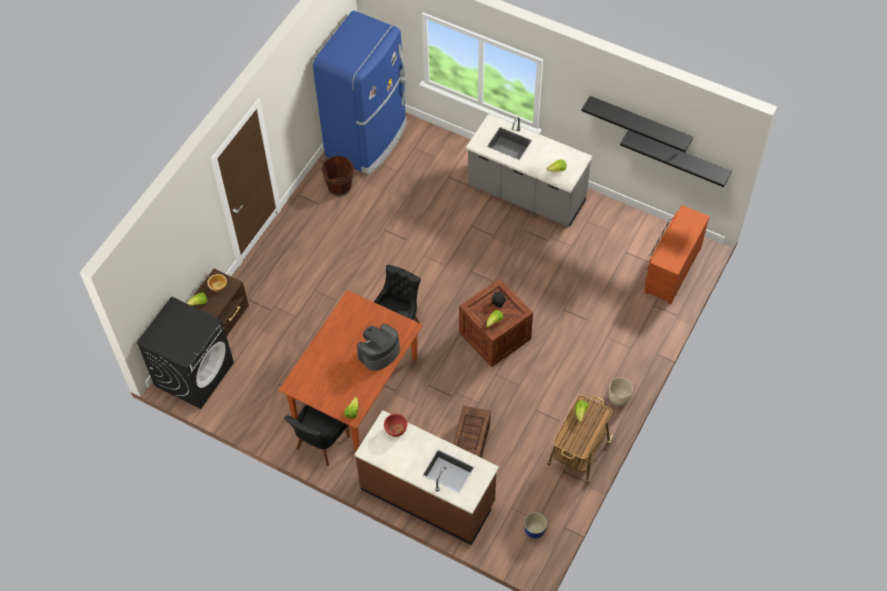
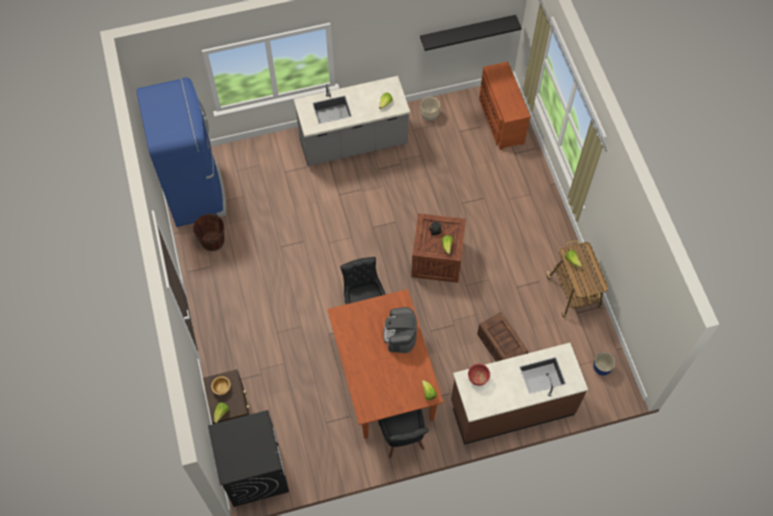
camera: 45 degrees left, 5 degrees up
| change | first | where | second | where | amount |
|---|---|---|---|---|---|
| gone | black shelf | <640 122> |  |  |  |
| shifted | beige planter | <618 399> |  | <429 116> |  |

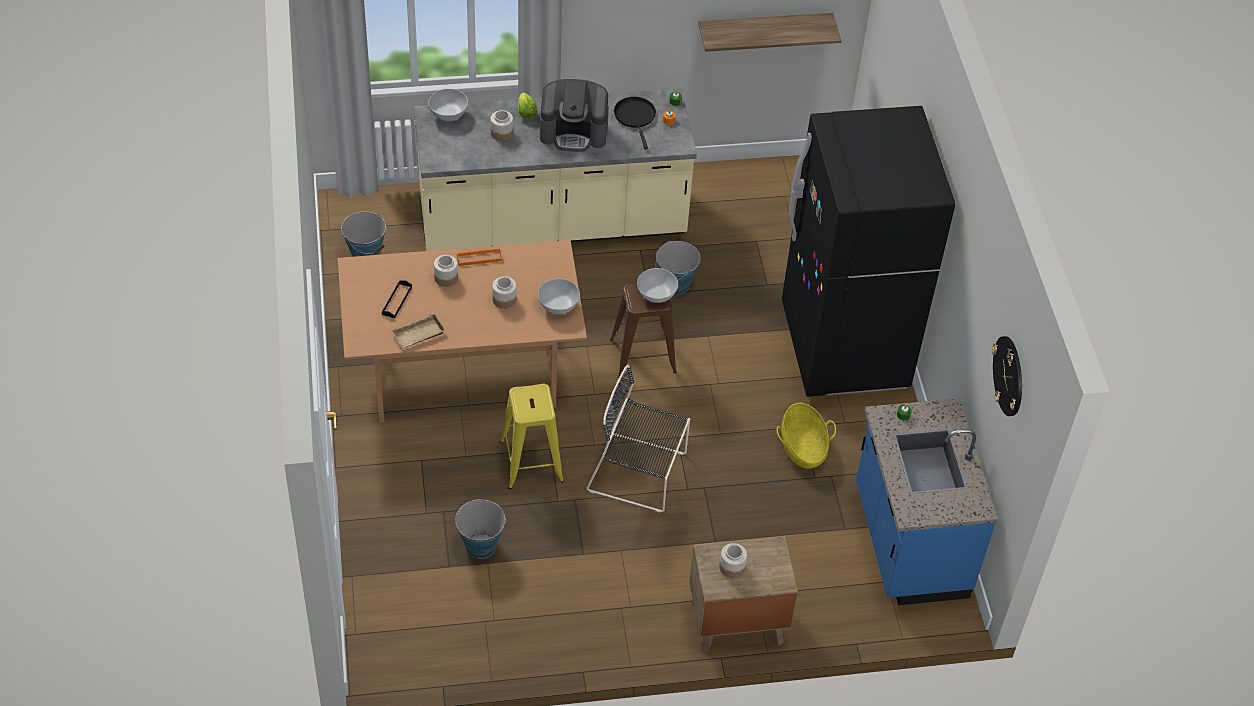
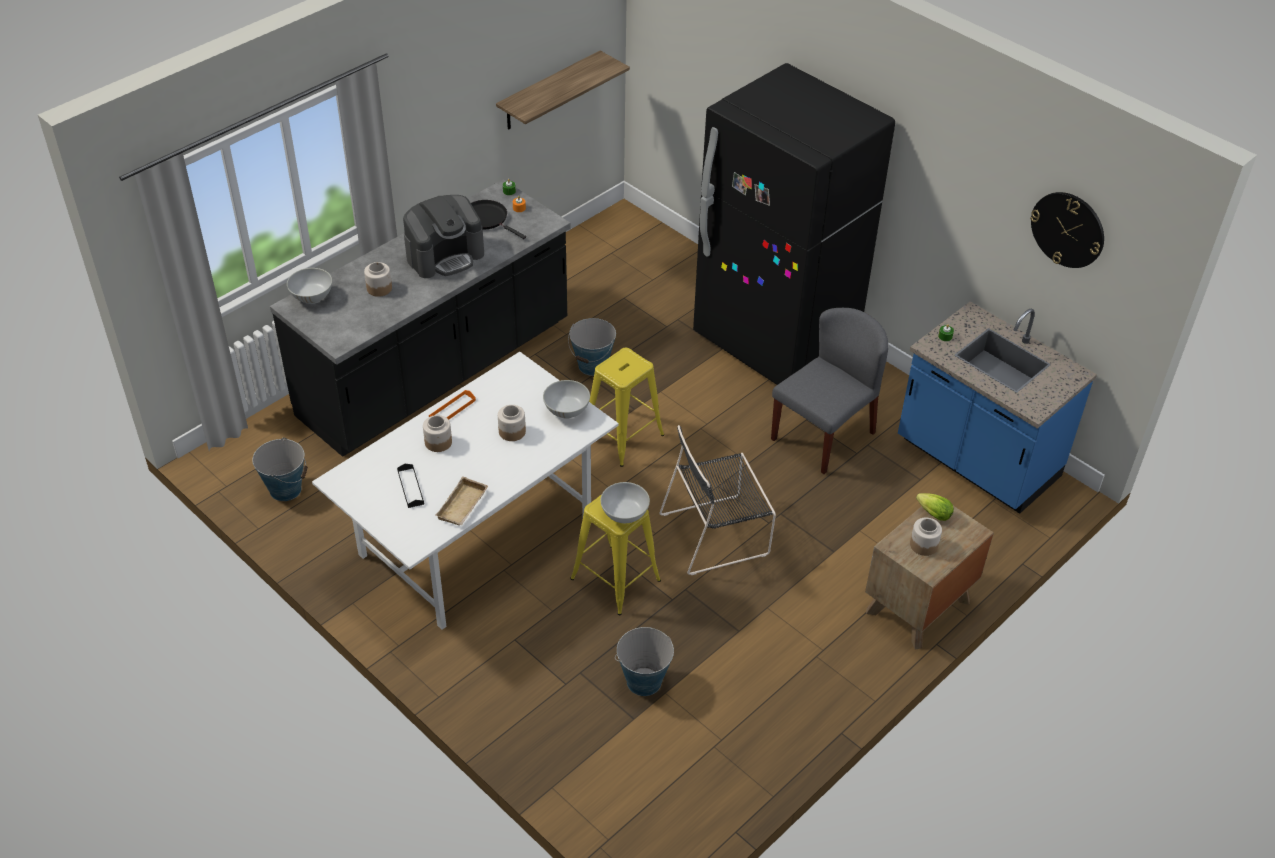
camera: 35 degrees left, 5 degrees down
| change | first | where | second | where | amount |
|---|---|---|---|---|---|
| shifted | lettuce | <526 111> |  | <932 513> |  |
| shifted | white bowl | <656 295> |  | <625 514> |  |
| swapped | basket | <803 447> | grey chair | <823 435> |  |
| repainted | brown dining table | <464 369> | white dining table | <476 536> |  |
| repainted | beige counter | <552 223> | black counter | <436 371> |  |
| repainted | brown stool | <643 356> | yellow stool | <623 437> |  |

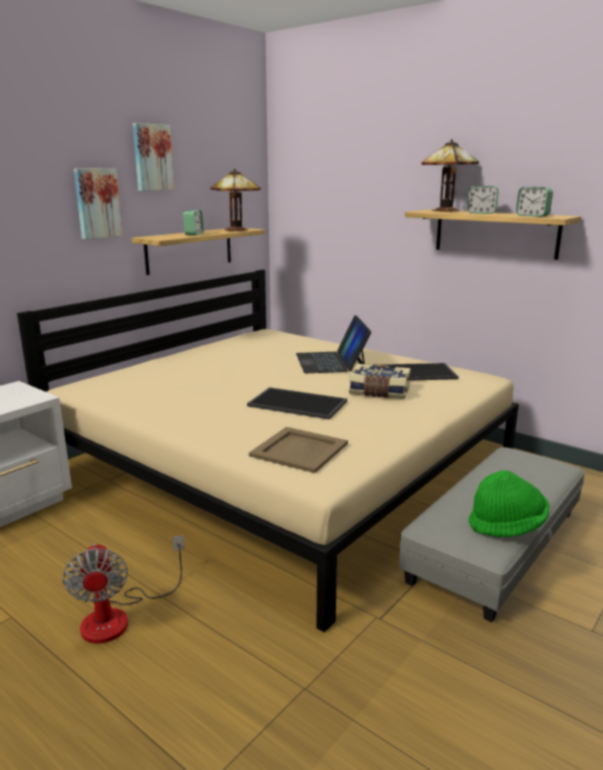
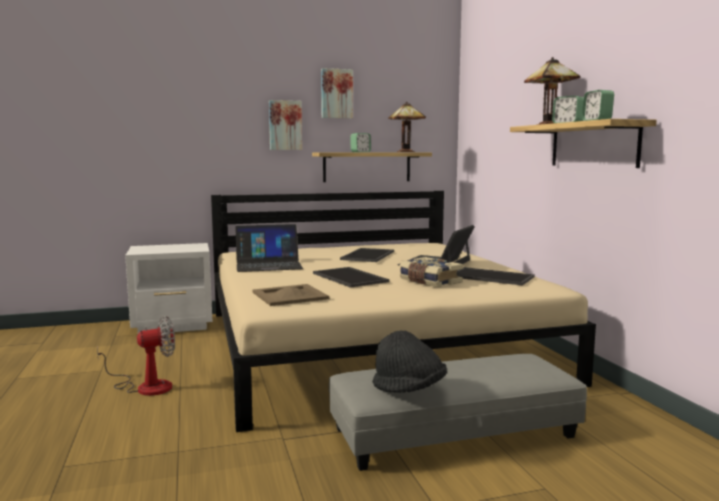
camera: 35 degrees right, 10 degrees down
| change | first | where | second | where | amount |
|---|---|---|---|---|---|
| new |  |  | laptop | <268 265> |  |
| new |  |  | tray | <369 255> |  |
| repainted | green hat | <507 525> | black hat | <409 389> |  |
| rotated | fan | <119 616> |  | <145 386> | 135 degrees counterclockwise |

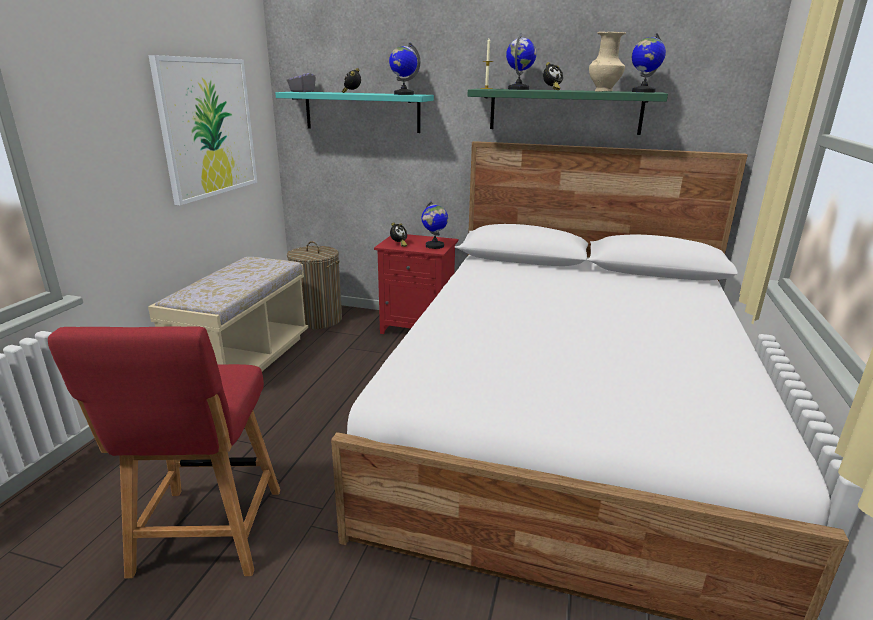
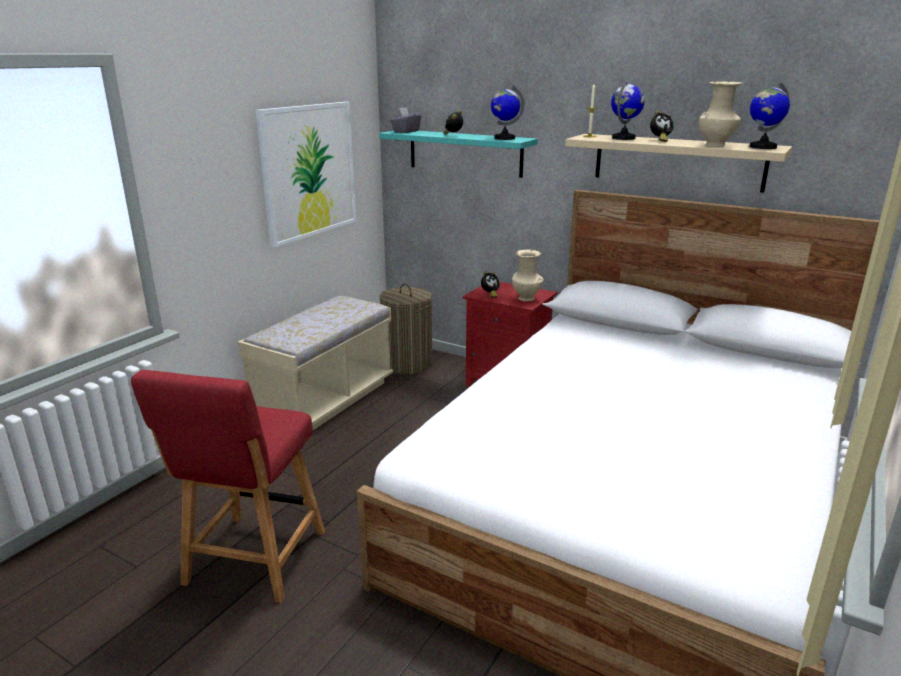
camera: 15 degrees right, 0 degrees up
| change | first | where | second | where | amount |
|---|---|---|---|---|---|
| swapped | globe | <434 246> | beige vase | <527 299> |  |
| repainted | green shelf | <564 111> | beige shelf | <678 162> |  |

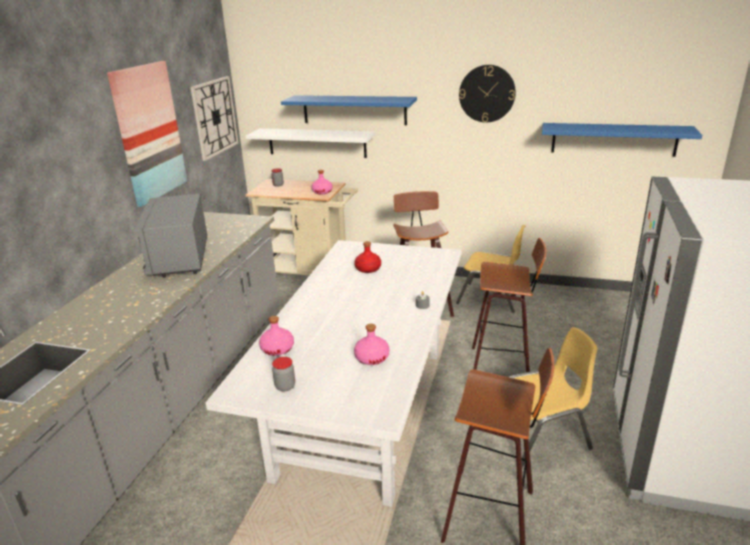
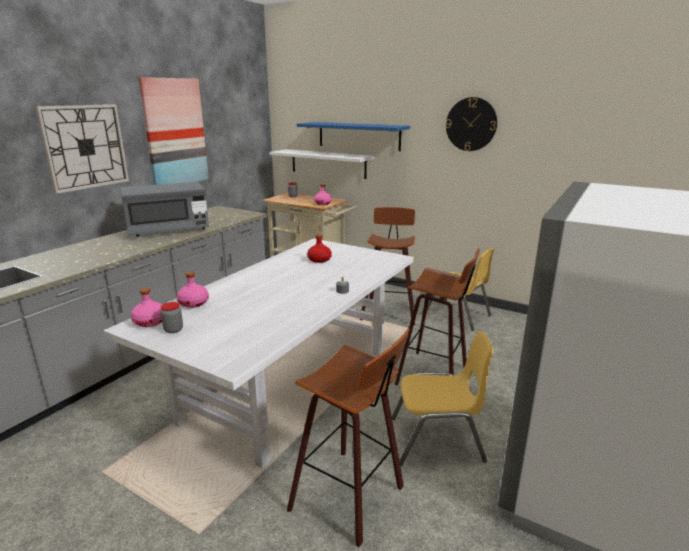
camera: 15 degrees right, 5 degrees down
| change | first | where | second | where | amount |
|---|---|---|---|---|---|
| gone | blue shelf | <613 139> |  |  |  |
| shifted | wall clock | <214 117> |  | <85 147> |  |
| shifted | pink bottle | <371 358> |  | <150 322> |  |
| rotated | grey microwave | <179 258> |  | <168 230> | 120 degrees counterclockwise |

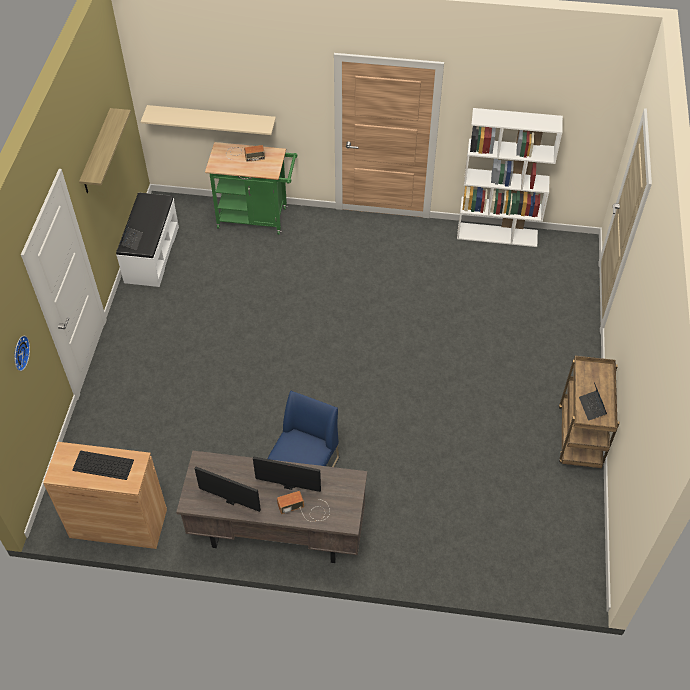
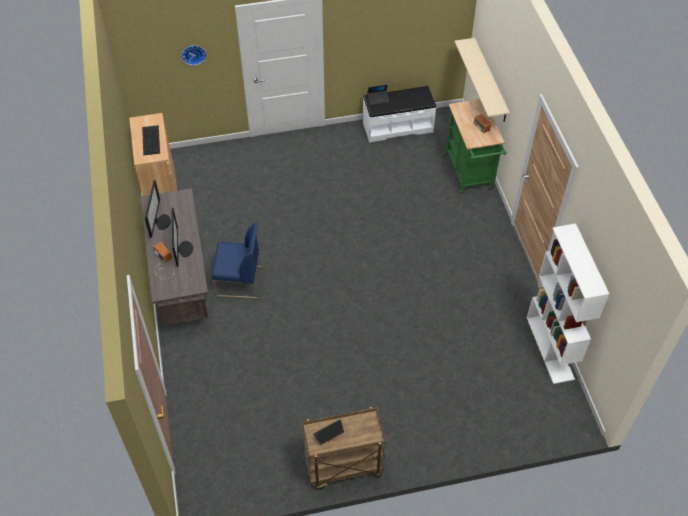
camera: 70 degrees right, 0 degrees up
| change | first | where | second | where | amount |
|---|---|---|---|---|---|
| gone | shelf | <97 152> |  |  |  |

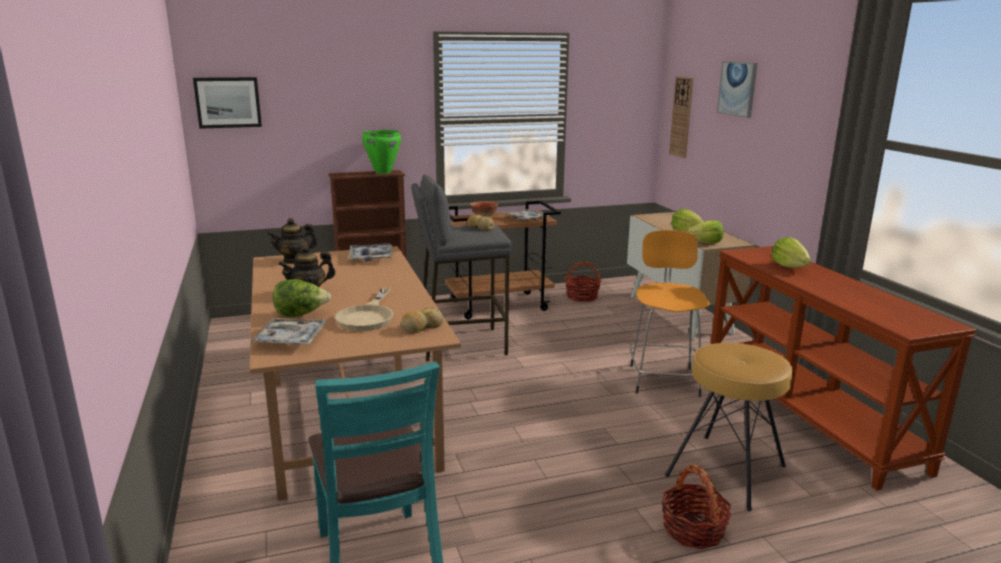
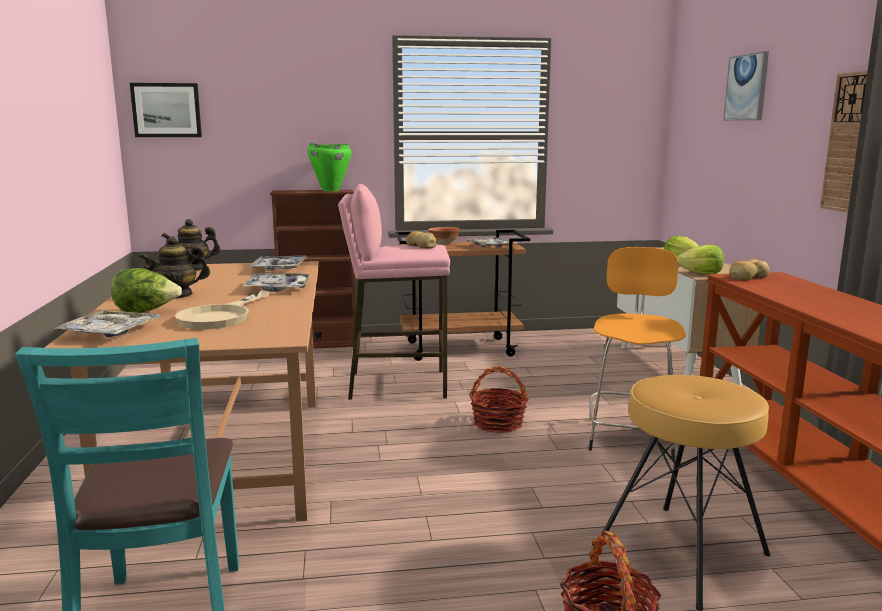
camera: 10 degrees right, 5 degrees down
| change | first | where | second | where | amount |
|---|---|---|---|---|---|
| gone | lettuce | <789 266> |  |  |  |
| new |  |  | tray | <278 288> |  |
| shifted | bread | <421 327> |  | <747 277> |  |
| shifted | basket | <582 297> |  | <498 423> |  |
| shifted | wall clock | <681 117> |  | <848 143> |  |
| repainted | grey stool | <461 344> | pink stool | <397 385> |  |

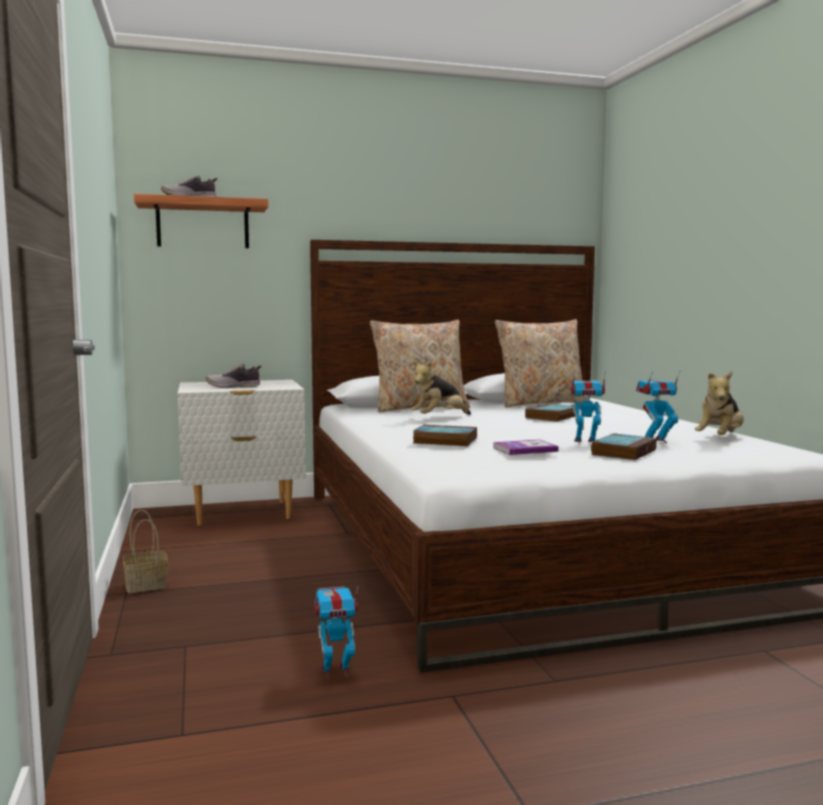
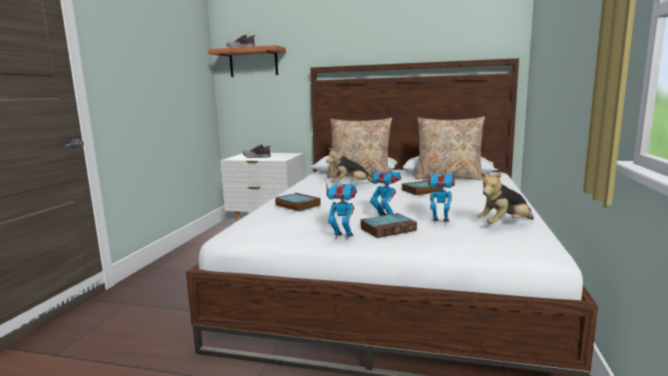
camera: 30 degrees right, 5 degrees up
| change | first | where | second | where | amount |
|---|---|---|---|---|---|
| gone | basket | <144 586> |  |  |  |
| gone | book | <524 449> |  |  |  |
| shifted | toy robot | <335 672> |  | <343 236> |  |

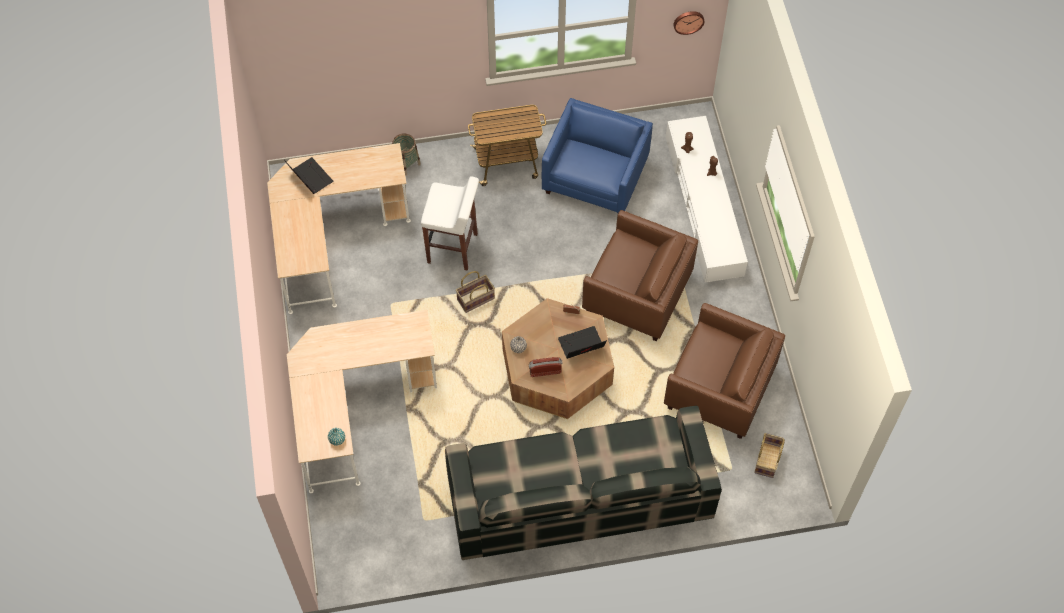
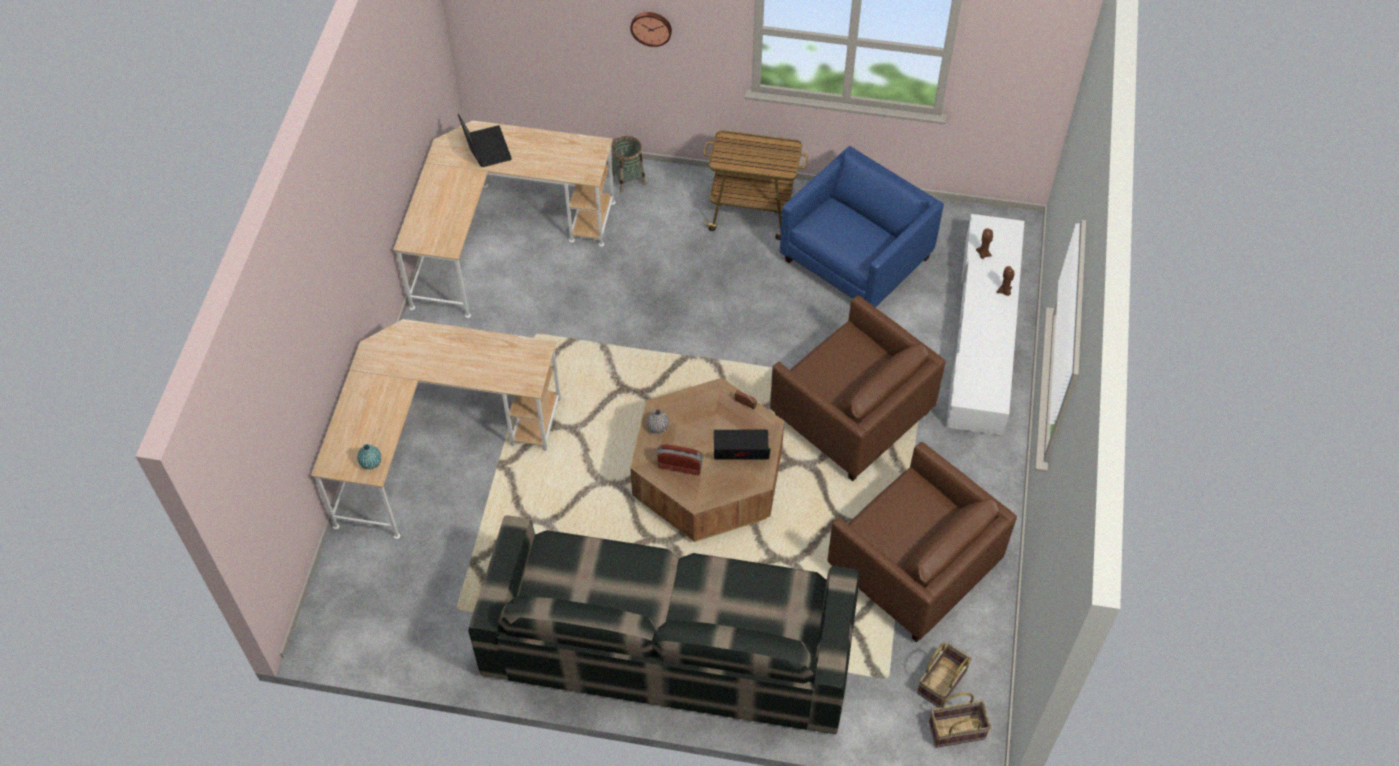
camera: 20 degrees right, 5 degrees down
| change | first | where | second | where | amount |
|---|---|---|---|---|---|
| gone | white stool | <453 248> |  |  |  |
| shifted | basket | <475 298> |  | <956 729> |  |
| shifted | wall clock | <688 21> |  | <651 27> |  |

